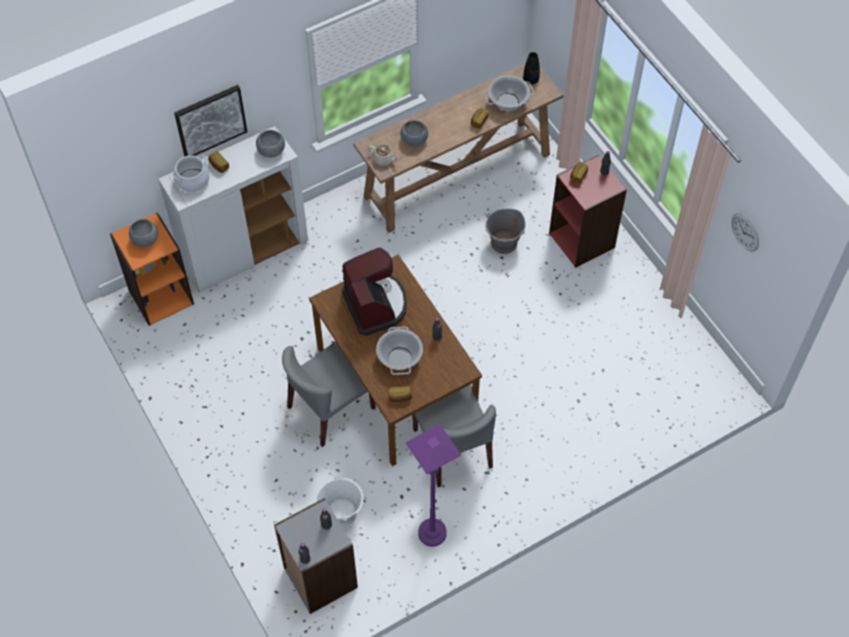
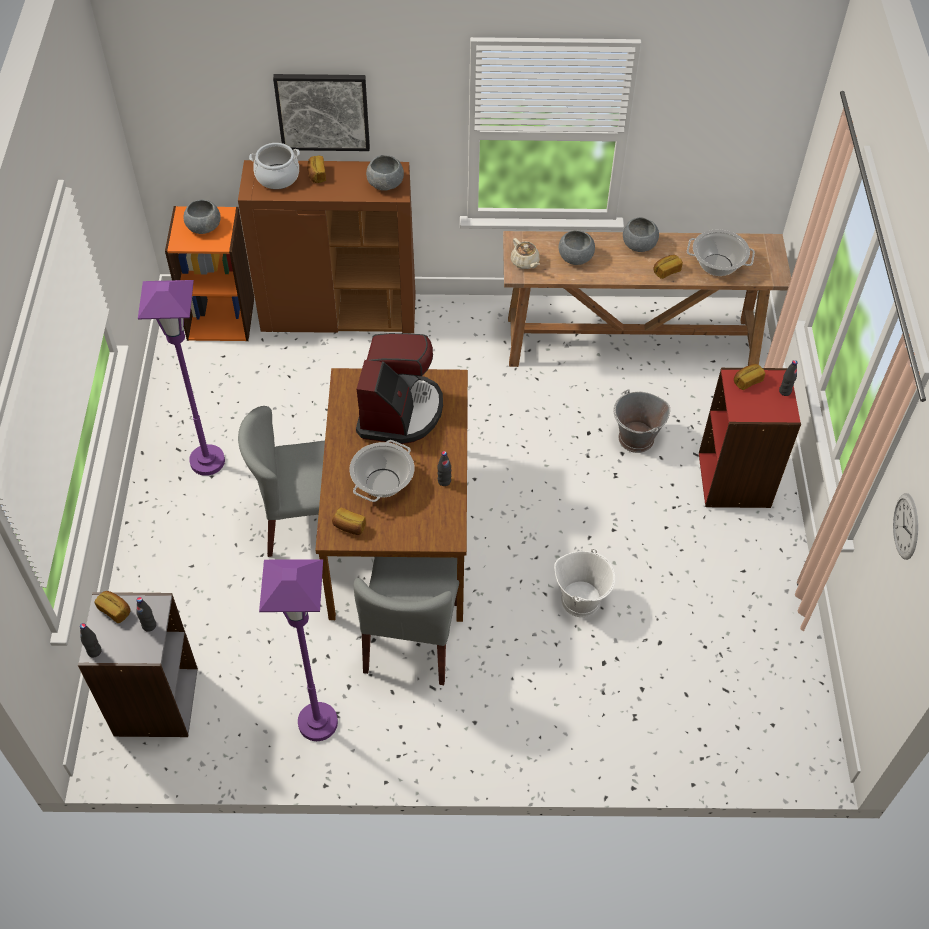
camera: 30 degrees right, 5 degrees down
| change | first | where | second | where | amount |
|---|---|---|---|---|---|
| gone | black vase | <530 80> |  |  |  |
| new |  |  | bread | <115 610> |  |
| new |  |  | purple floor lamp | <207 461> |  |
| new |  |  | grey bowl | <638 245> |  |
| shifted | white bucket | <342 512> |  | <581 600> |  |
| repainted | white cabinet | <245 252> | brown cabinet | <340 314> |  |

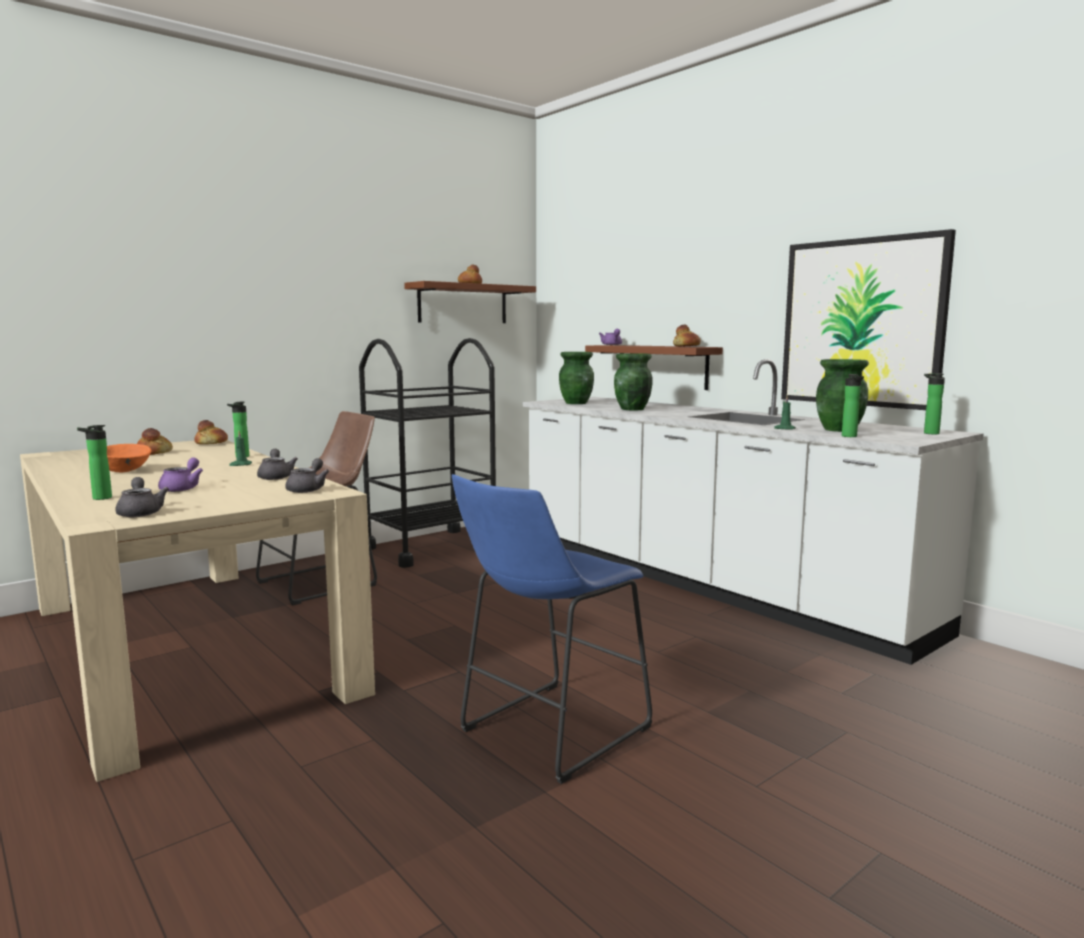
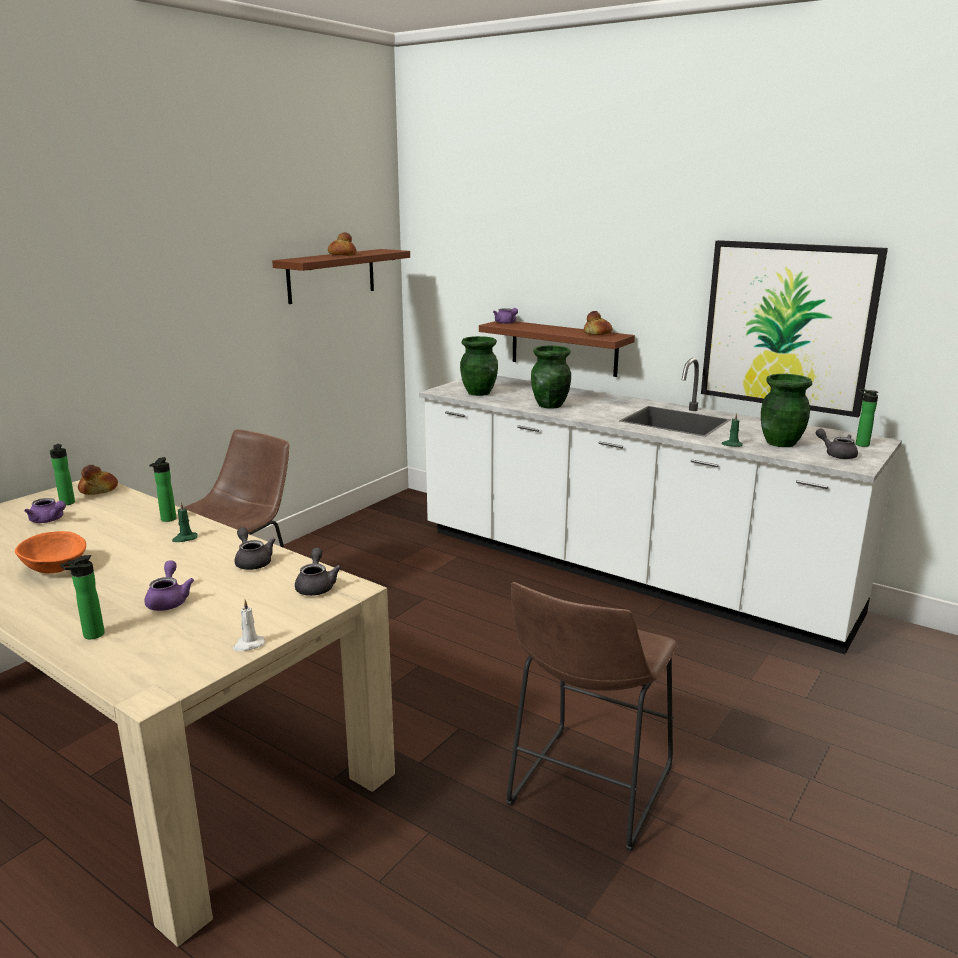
camera: 15 degrees left, 10 degrees up
| change | first | where | second | where | amount |
|---|---|---|---|---|---|
| gone | black cart | <431 547> |  |  |  |
| new |  |  | white candle | <248 645> |  |
| shifted | grey teapot | <140 512> |  | <837 454> |  |
| shifted | bottle | <850 436> |  | <67 504> |  |
| swapped | bread | <154 453> | purple teapot | <49 520> |  |
| repainted | blue stool | <548 732> | brown stool | <586 791> |  |

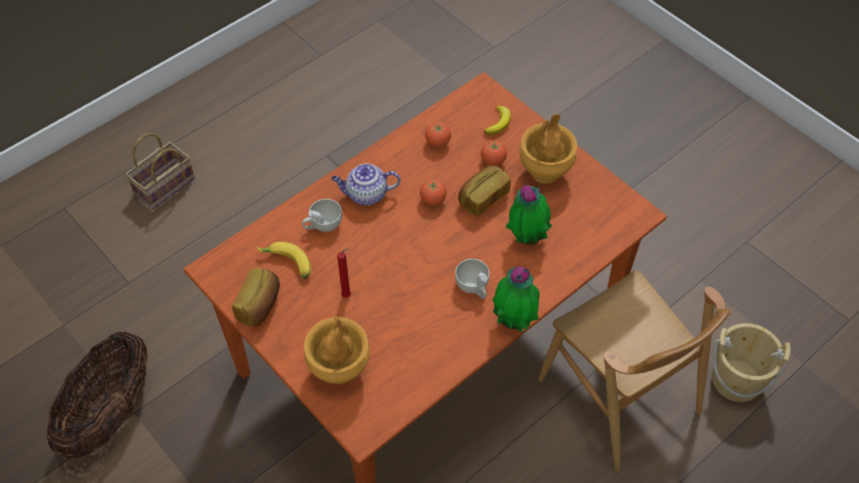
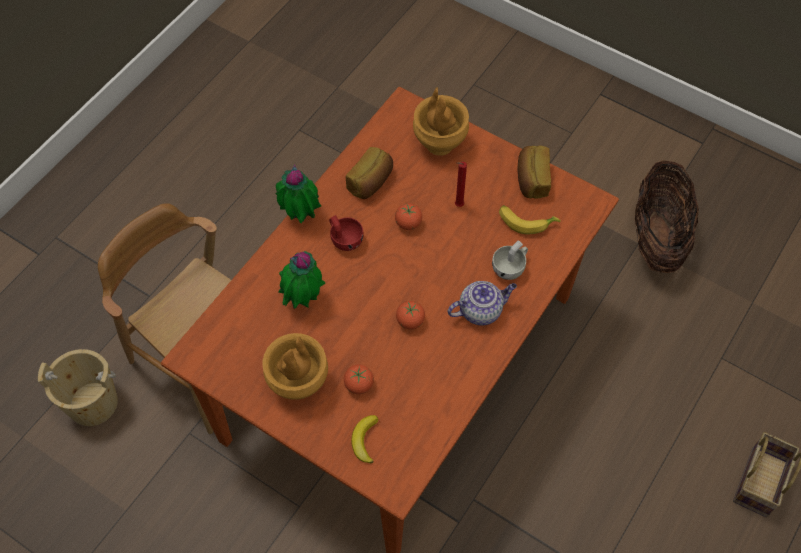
camera: 165 degrees right, 5 degrees up
| change | first | where | second | where | amount |
|---|---|---|---|---|---|
| shifted | tomato | <437 142> |  | <408 223> |  |
| shifted | bread | <483 198> |  | <371 182> |  |
| repainted | white cup | <473 287> | red cup | <344 239> |  |

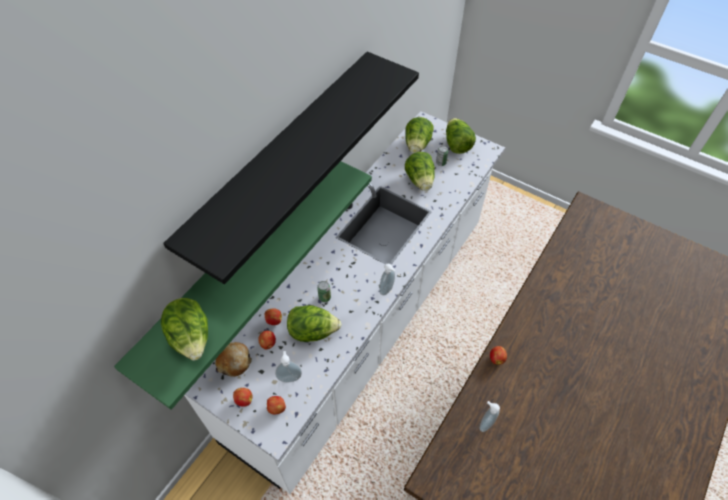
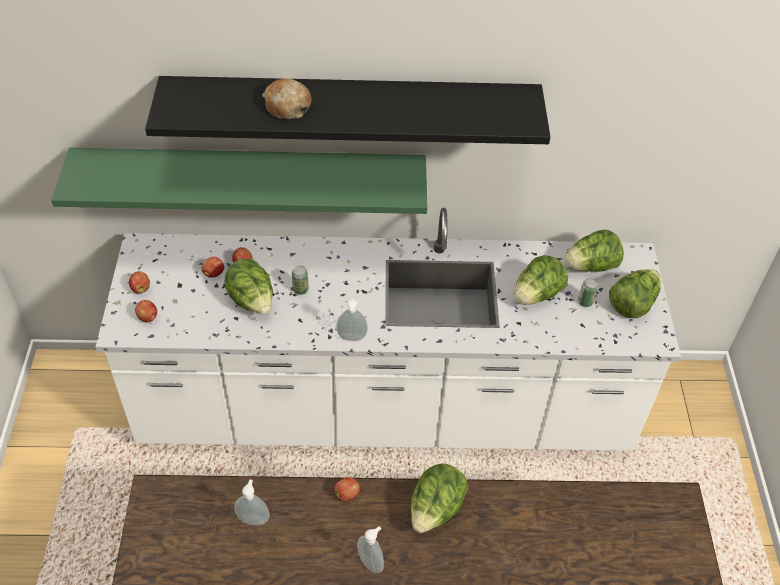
camera: 55 degrees right, 5 degrees down
| change | first | where | second | where | amount |
|---|---|---|---|---|---|
| shifted | lettuce | <192 338> |  | <435 510> |  |
| shifted | bread | <234 362> |  | <287 106> |  |
| shifted | soap dispenser | <289 377> |  | <371 562> |  |

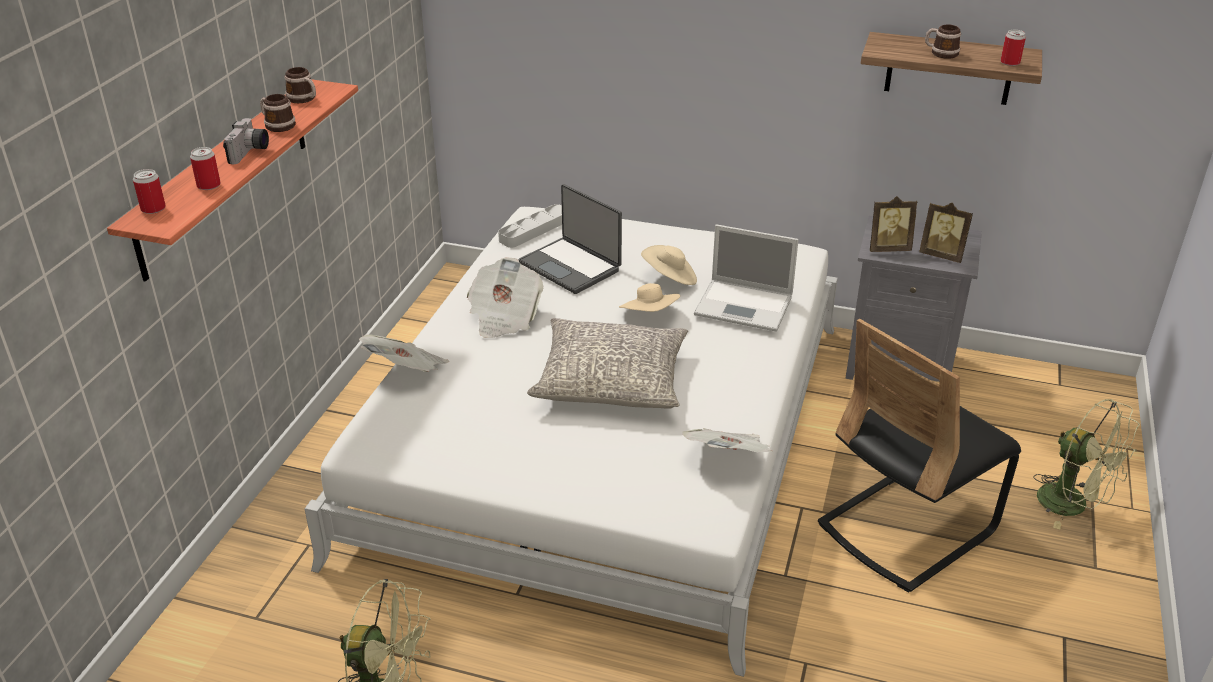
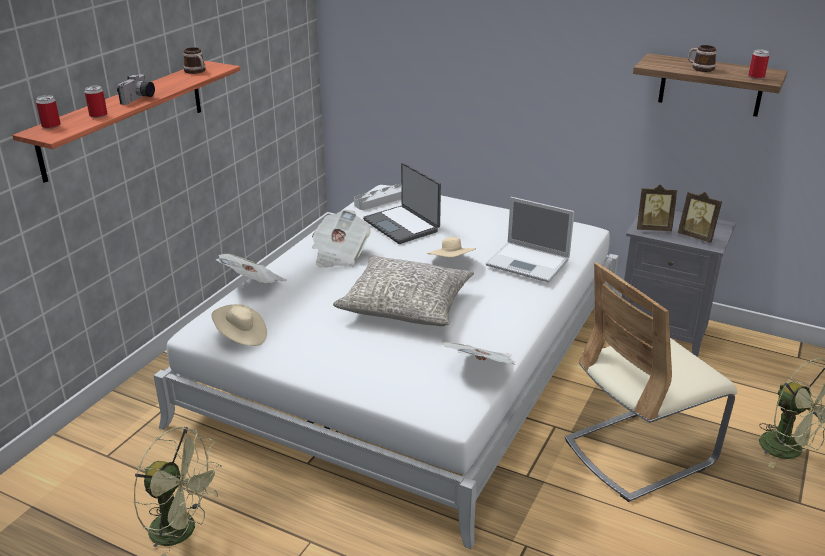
camera: 10 degrees right, 5 degrees down
| change | first | where | second | where | amount |
|---|---|---|---|---|---|
| gone | mug | <277 125> |  |  |  |
| shifted | beige hat | <670 278> |  | <241 337> |  |
| repainted | black chair | <906 527> | beige chair | <639 451> |  |

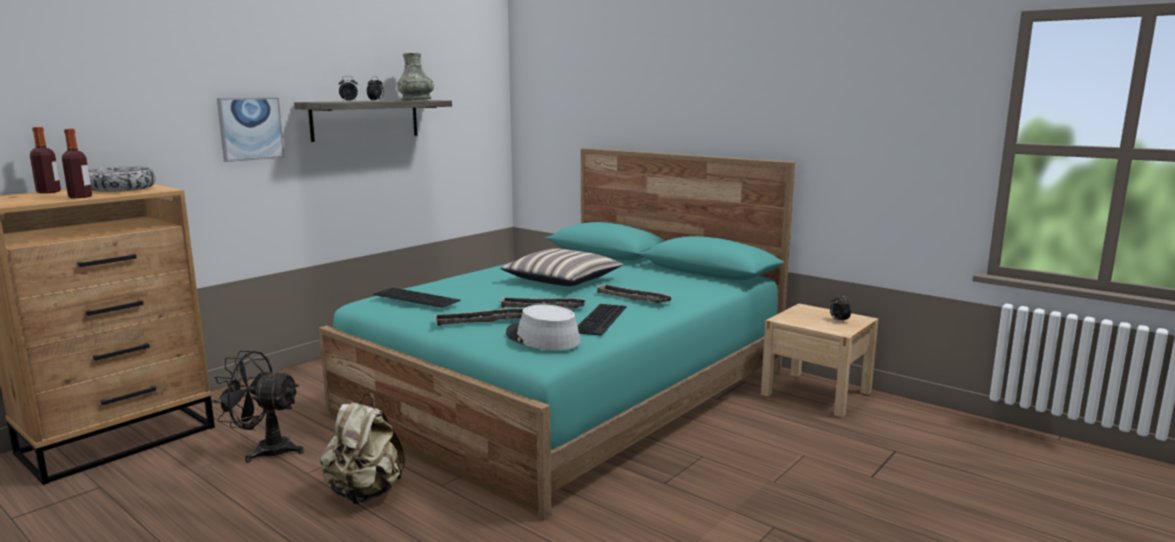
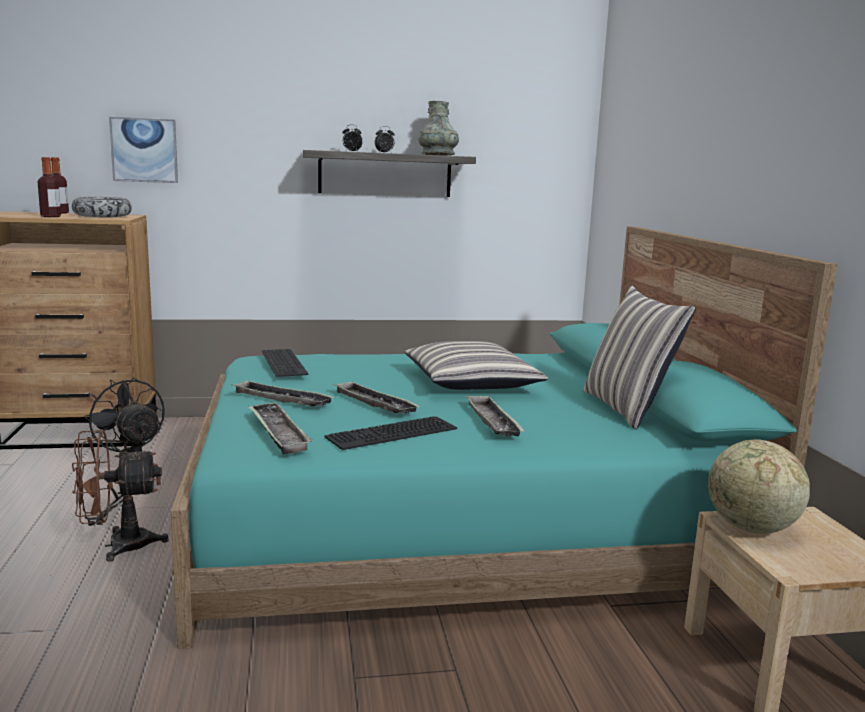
camera: 40 degrees right, 0 degrees up
| change | first | where | second | where | amount |
|---|---|---|---|---|---|
| gone | alarm clock | <839 321> |  |  |  |
| new |  |  | pillow | <628 409> |  |
| new |  |  | globe | <751 529> |  |
| shifted | picture | <250 128> |  | <144 150> |  |
| swapped | beige backpack | <365 493> | brown fan | <118 545> |  |
| swapped | grey hat | <542 338> | tray | <278 433> |  |

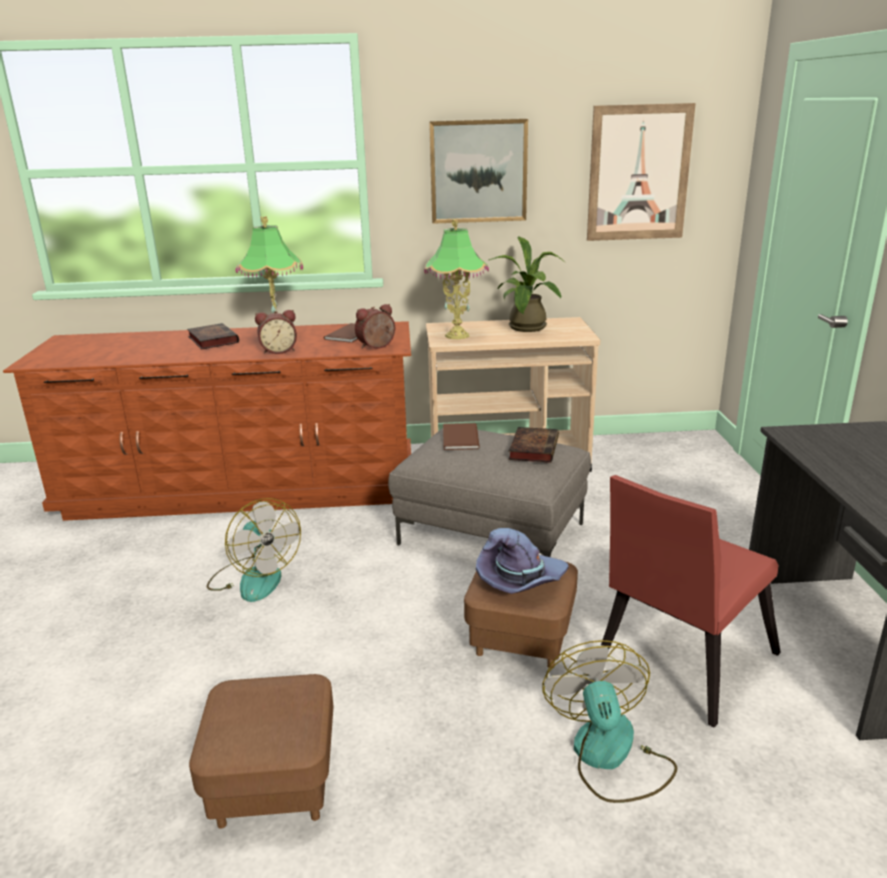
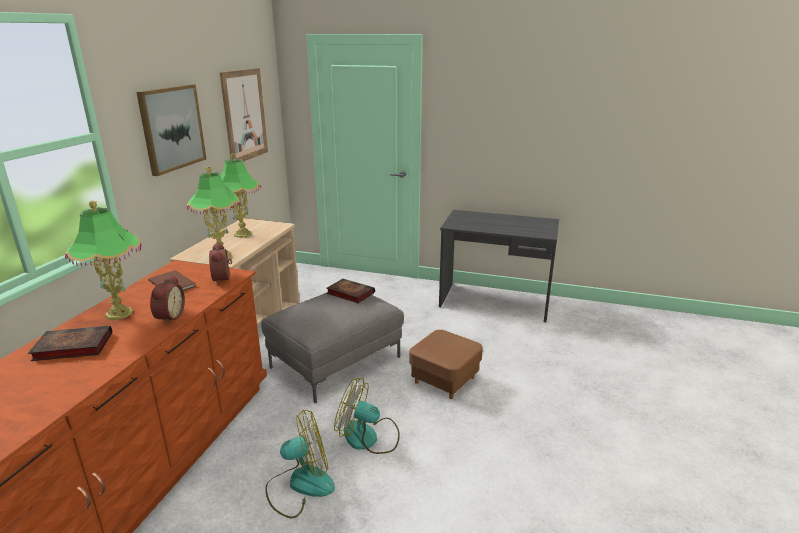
camera: 70 degrees left, 0 degrees up
| change | first | where | second | where | amount |
|---|---|---|---|---|---|
| gone | brown ottoman | <273 782> |  |  |  |
| gone | brown book | <459 438> |  |  |  |
| gone | purple hat | <520 580> |  |  |  |
| gone | red chair | <678 663> |  |  |  |
| shifted | fan | <609 756> |  | <368 438> |  |
| swapped | potted plant | <527 329> | table lamp | <243 234> |  |

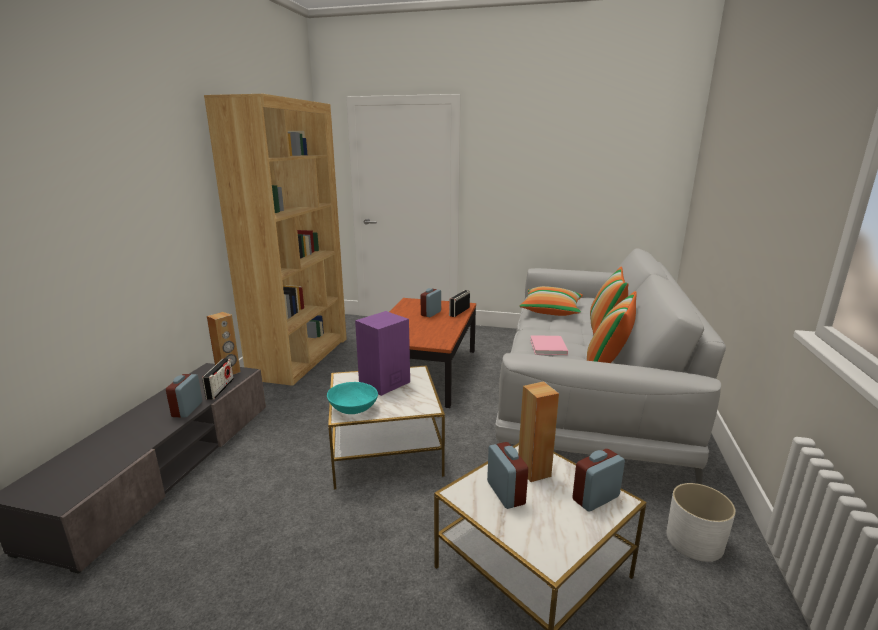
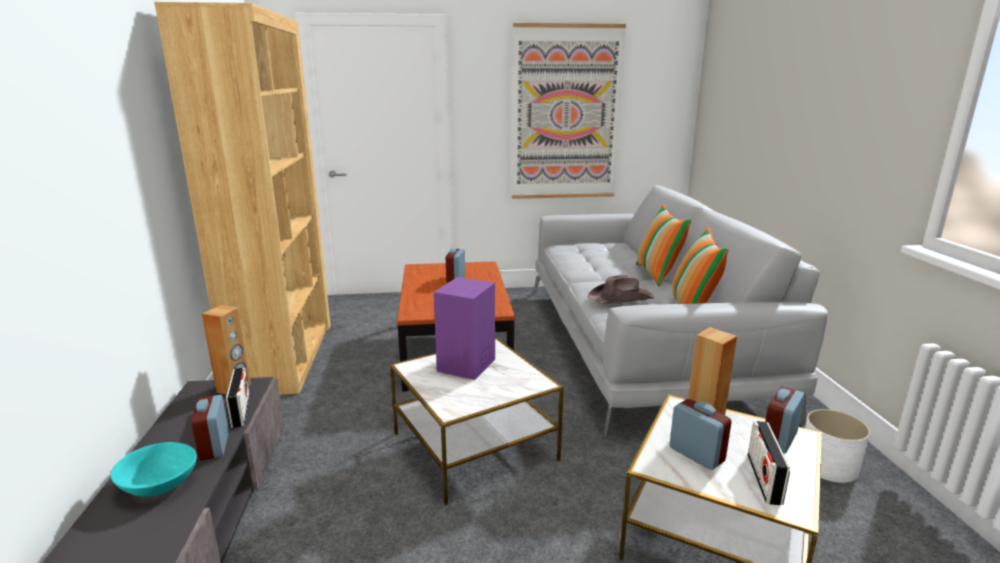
camera: 20 degrees left, 0 degrees up
| change | first | where | second | where | amount |
|---|---|---|---|---|---|
| gone | pillow | <551 310> |  |  |  |
| new |  |  | picture | <566 114> |  |
| shifted | turquoise bowl | <352 409> |  | <158 485> |  |
| shifted | radio | <459 312> |  | <764 479> |  |
| swapped | pink book | <548 347> | brown hat | <621 298> |  |

